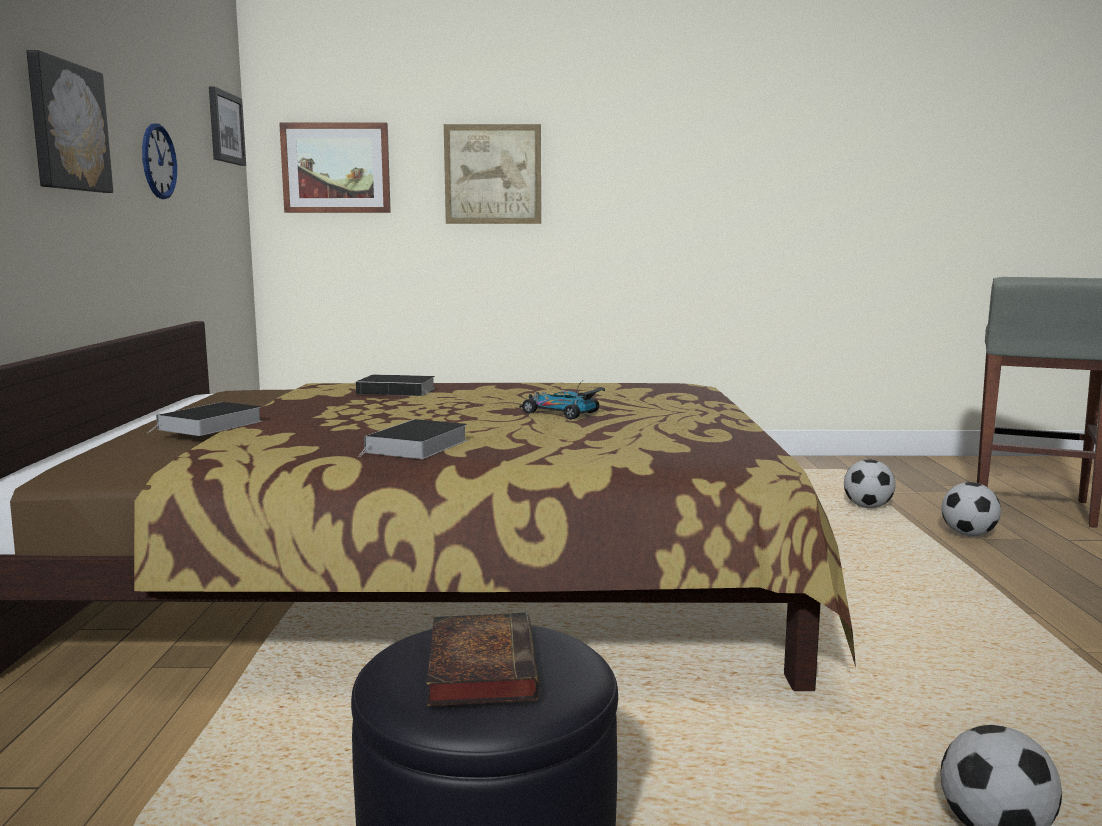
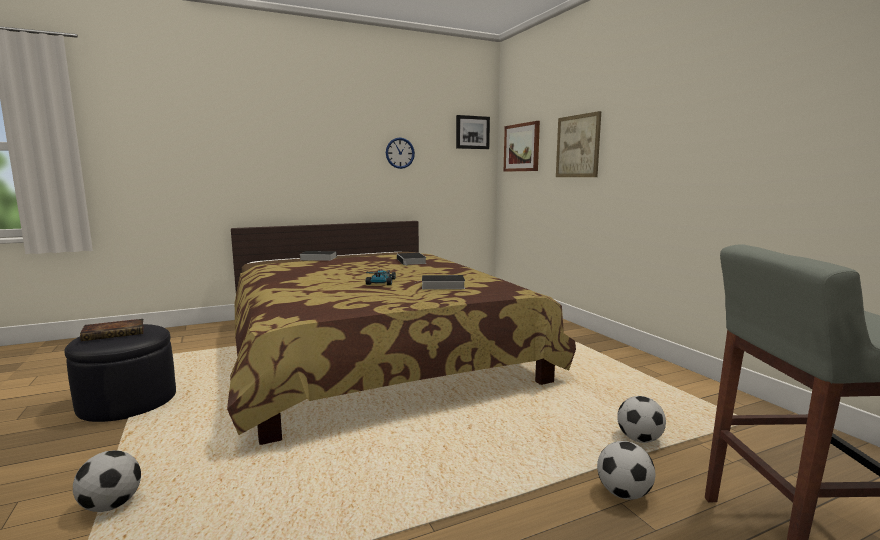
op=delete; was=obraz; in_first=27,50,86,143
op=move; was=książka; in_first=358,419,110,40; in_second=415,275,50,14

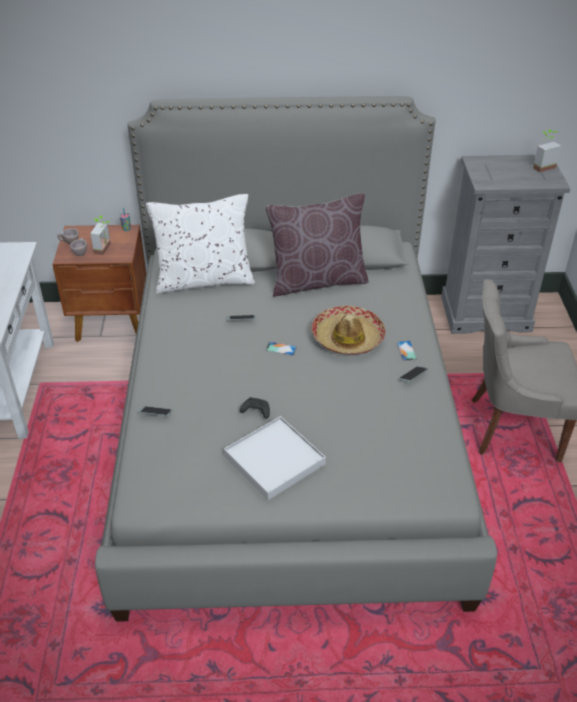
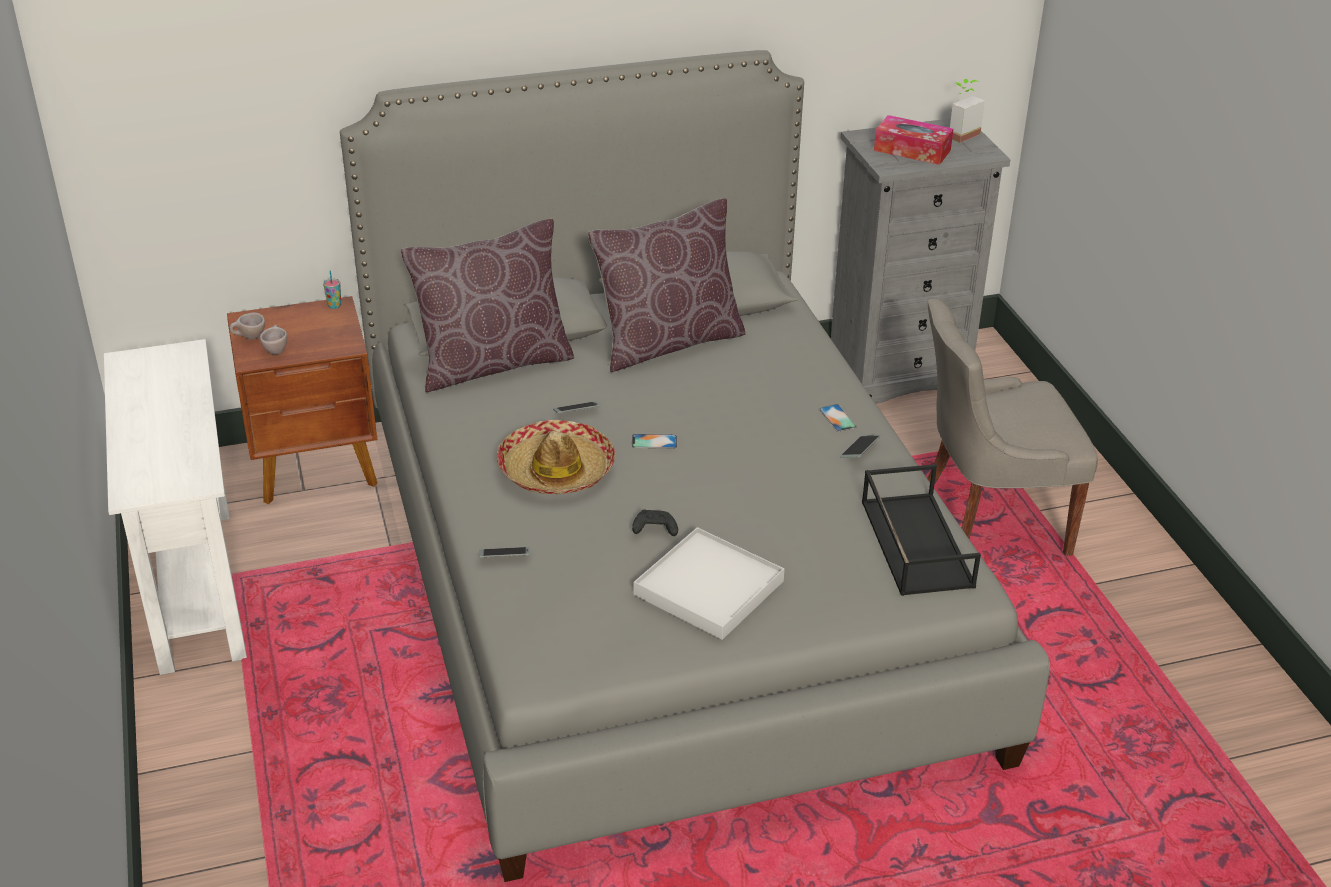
op=delete; was=roślina doniczkowa; in_first=90,216,21,39
op=insert; now=taca (czarny); in_second=862,464,119,132
op=insert; now=pudełko chusteczek; in_second=874,115,79,50
op=move; was=kapelusz; in_first=311,306,75,49; in_second=497,420,118,74
op=recolor; was=poduszka (biały); now=poduszka (brązowy); in_first=146,194,109,99; in_second=401,219,173,173

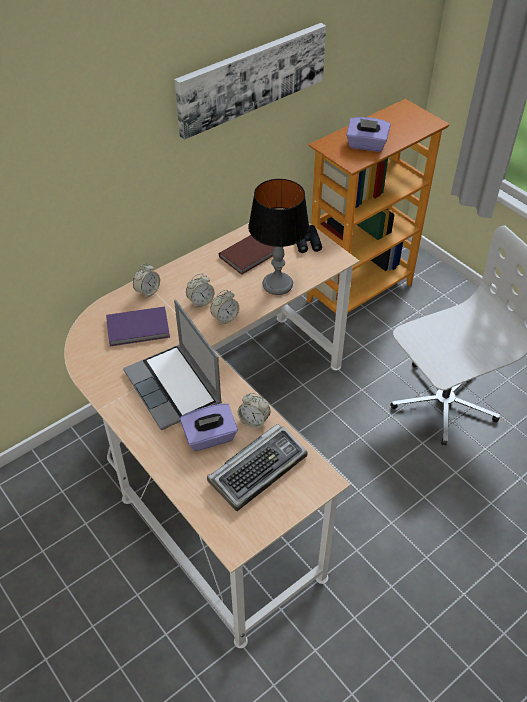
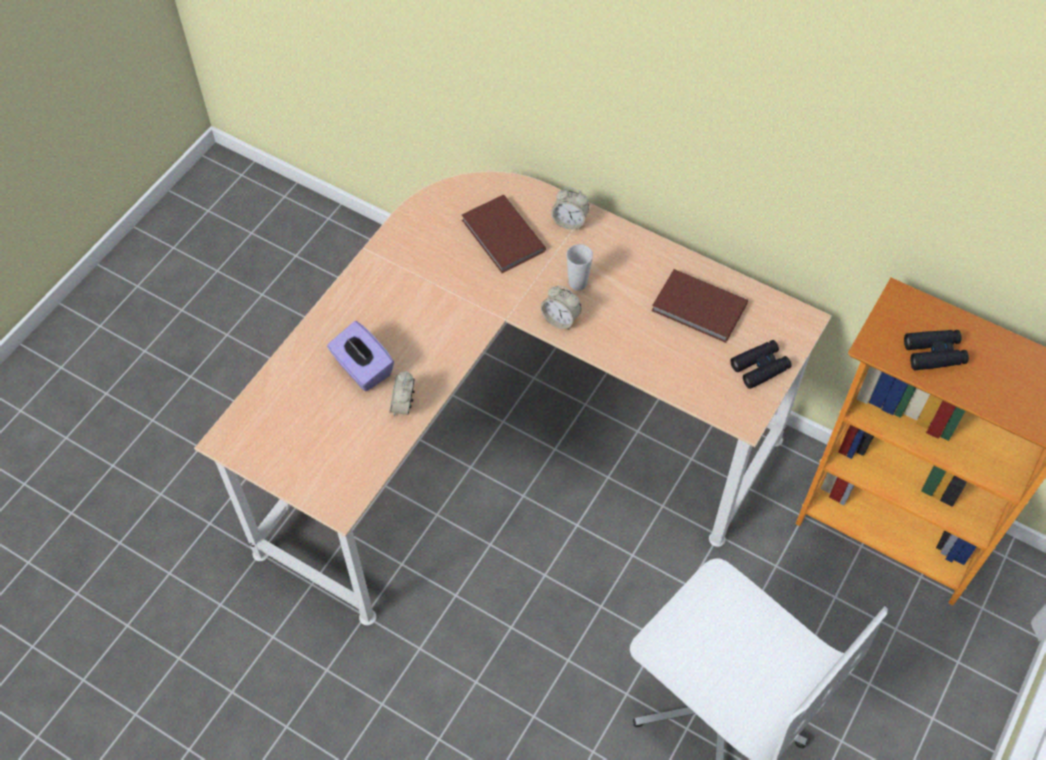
op=delete; was=laptop; in_first=123,300,99,130
op=delete; was=obraz; in_first=174,23,152,117
op=delete; was=klawiatura; in_first=207,424,100,87
op=delete; was=lampa stołowa; in_first=248,179,61,116
op=replace; was=budzik; now=filiżanka; in_first=186,274,29,34; in_second=566,244,27,46
op=replace; was=pudełko chusteczek (fioletowy); now=lornetka (czarny); in_first=346,117,44,35; in_second=904,330,65,40
op=recolor; was=książka (fioletowy); now=książka (brązowy); in_first=106,306,64,40; in_second=462,195,84,78

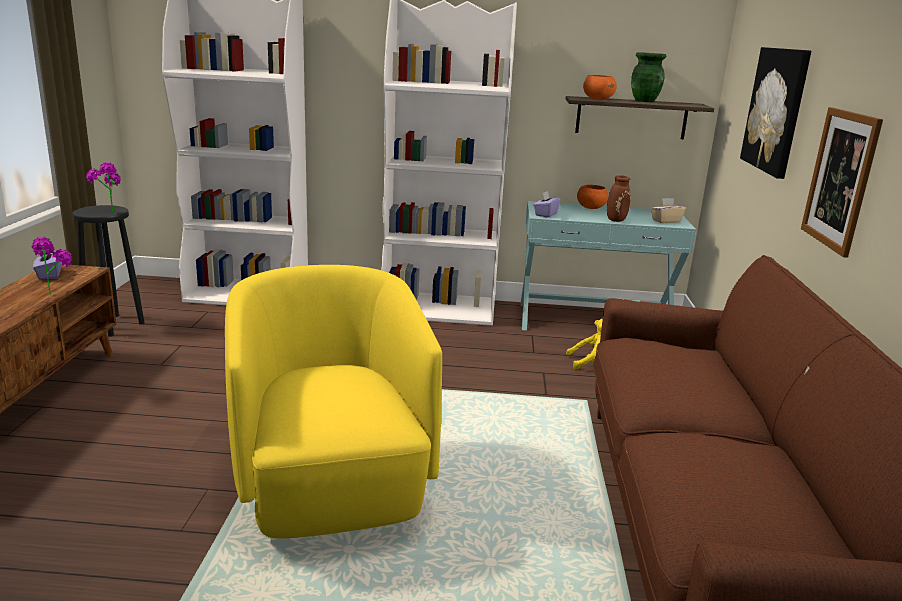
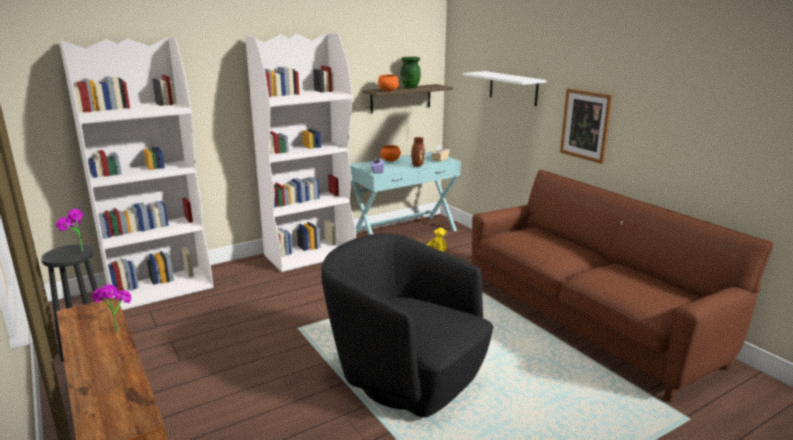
op=delete; was=pudełko chusteczek (fioletowy); in_first=33,250,28,29
op=replace; was=obraz; now=półka (biały); in_first=740,47,72,132; in_second=463,71,83,35
op=recolor; was=fotel (żółty); now=fotel (czarny); in_first=225,265,217,273; in_second=321,233,172,185

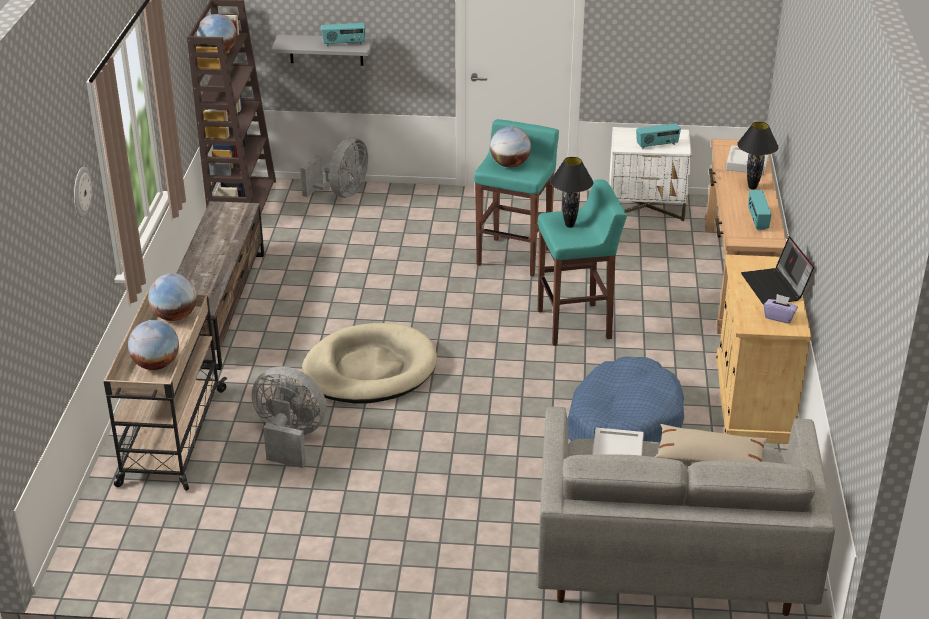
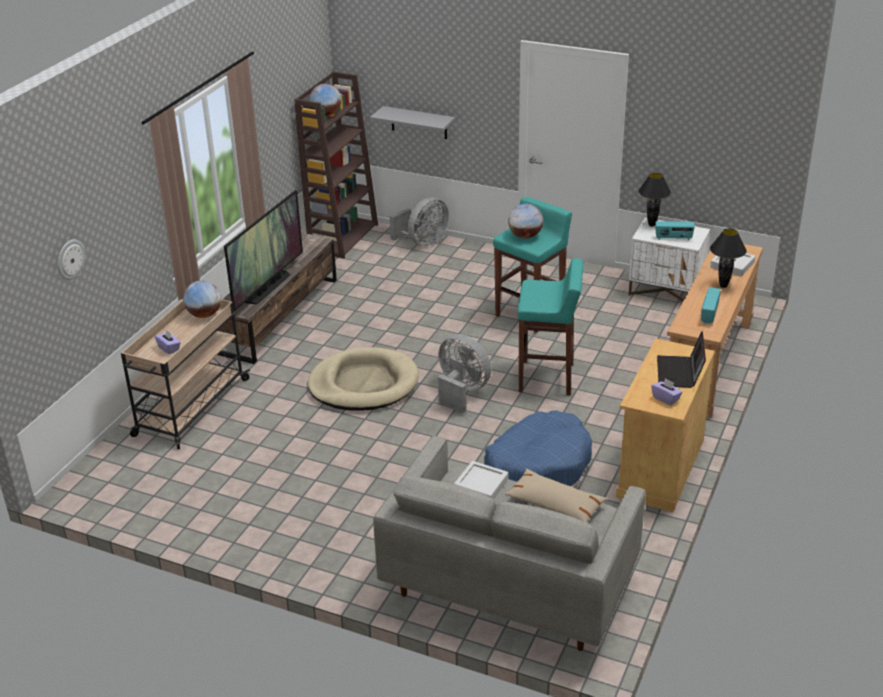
op=delete; was=radio; in_first=321,23,44,23
op=insert; now=telewizor; in_second=224,190,79,121
op=move; was=zegar ścienny; in_first=74,167,18,50; in_second=58,239,27,41
op=move; was=wentylator (szary); in_first=252,366,75,102; in_second=438,334,53,80
op=move; was=lampa stołowa (czarny); in_first=550,157,43,71; in_second=639,173,32,54
op=replace; was=globus; now=pudełko chusteczek (fioletowy); in_first=128,320,51,50; in_second=155,330,26,24

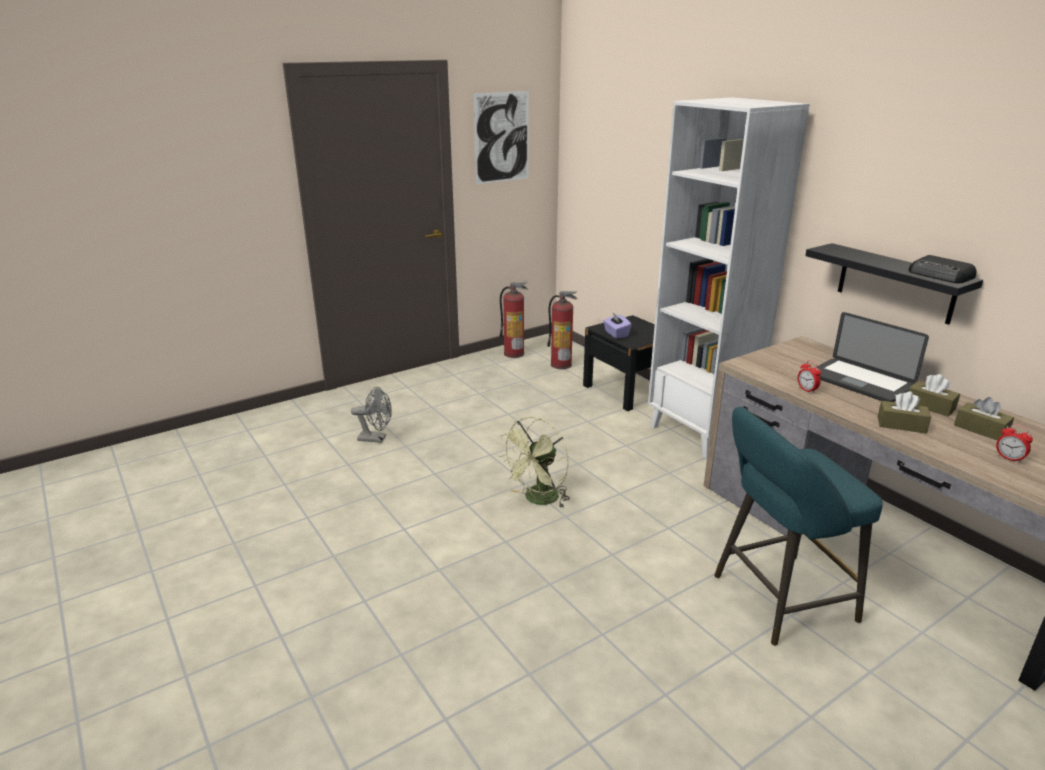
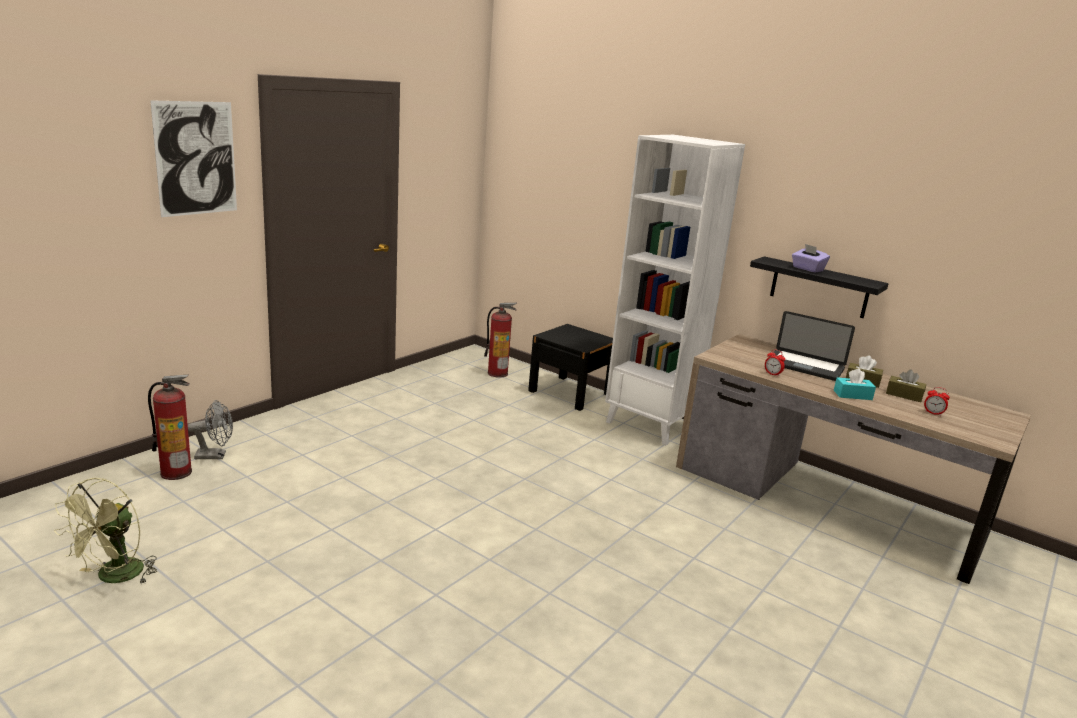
op=delete; was=stołek (turkusowy); in_first=714,407,169,239
op=delete; was=radio; in_first=908,255,69,28
op=move; was=wentylator (szary); in_first=351,387,41,56; in_second=188,400,45,59
op=move; was=obraz; in_first=473,91,56,93; in_second=150,100,87,117
op=move; was=wentylator (zielony); in_first=498,417,72,91; in_second=54,478,103,105
op=move; was=gaśnica; in_first=499,282,29,76; in_second=148,375,44,105
op=move; was=pudełko chusteczek (fioletowy); in_first=603,313,28,26; in_second=792,244,38,28
op=recolor; was=pudełko chusteczek (brązowy); now=pudełko chusteczek (turkusowy); in_first=878,391,53,42; in_second=834,368,42,32

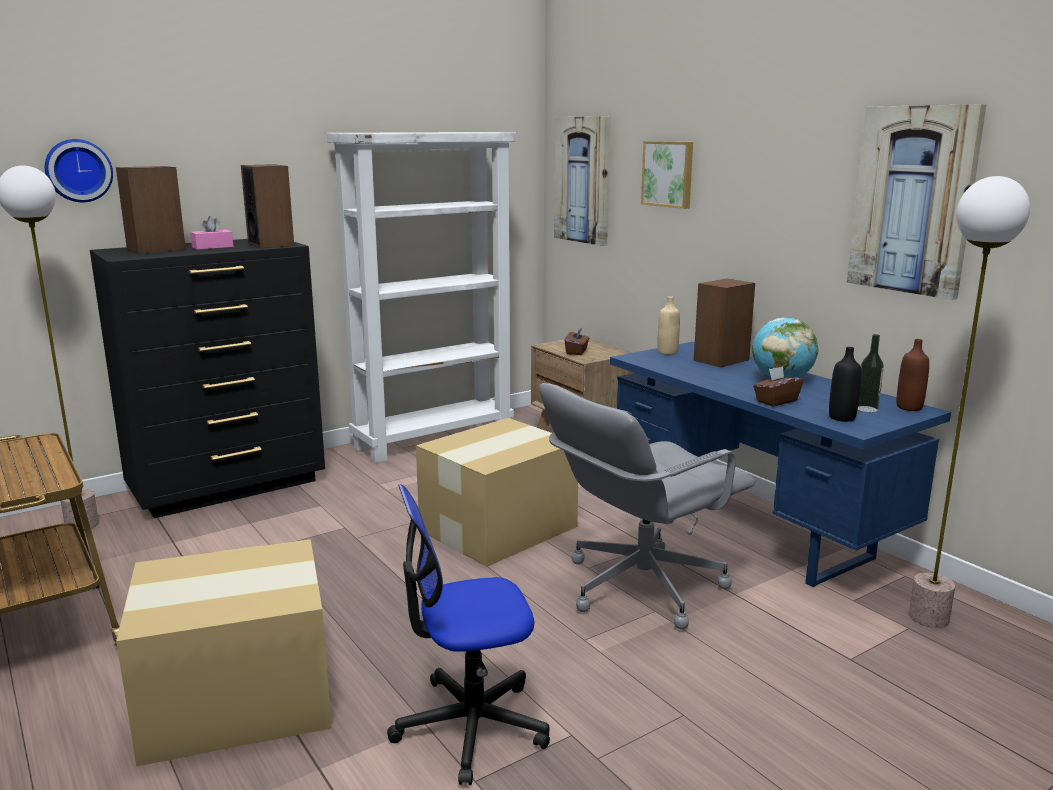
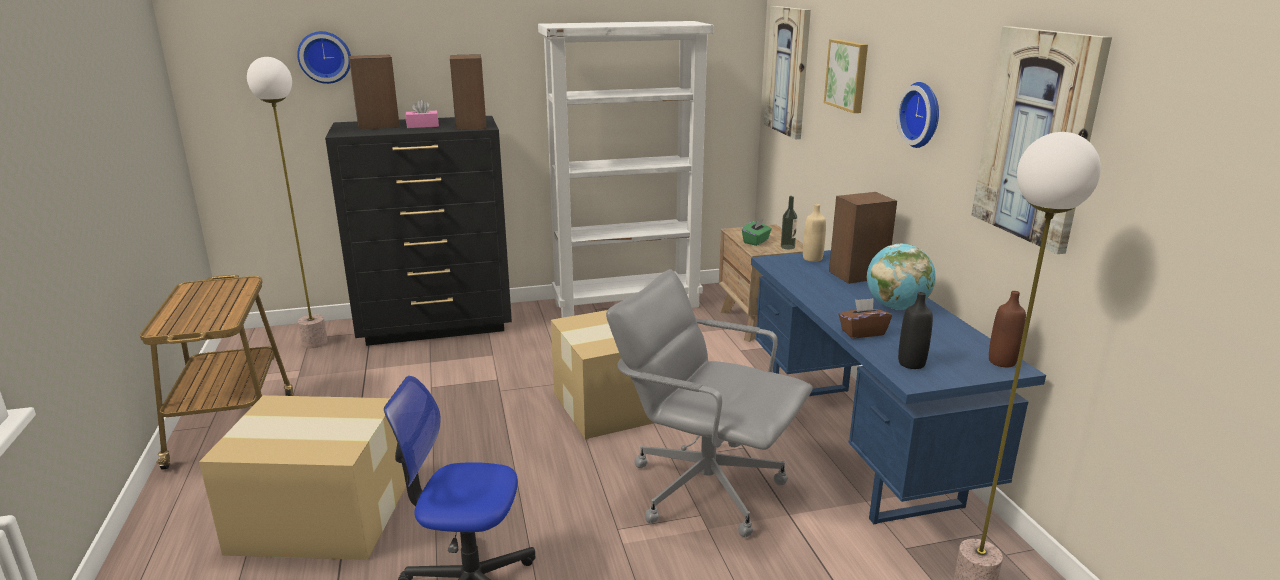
op=insert; now=zegar ścienny; in_second=896,82,43,66
op=move; was=butelka; in_first=858,334,26,79; in_second=781,196,16,53
op=recolor; was=pudełko chusteczek (brązowy); now=pudełko chusteczek (zielony); in_first=565,327,24,28; in_second=742,219,30,27
op=rotate; was=krzesło biurowe (szary); in_first=539,383,216,246; in_second=606,269,207,268; clockwise=45

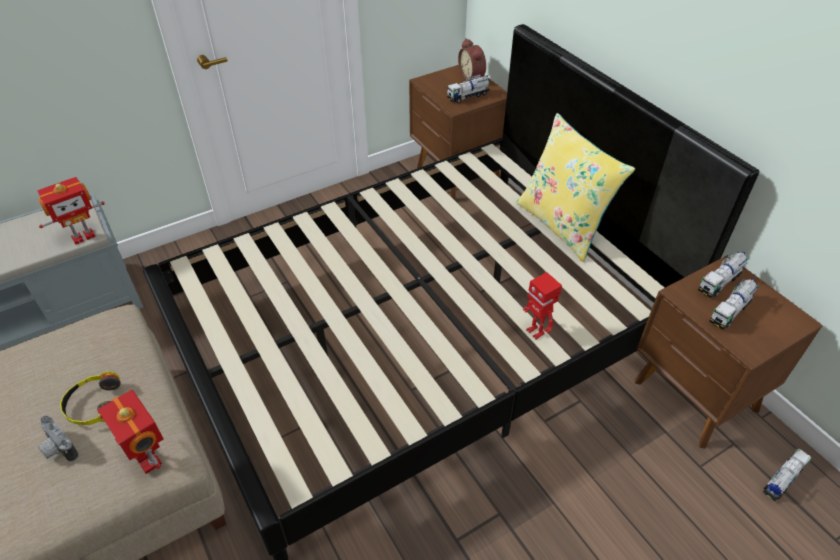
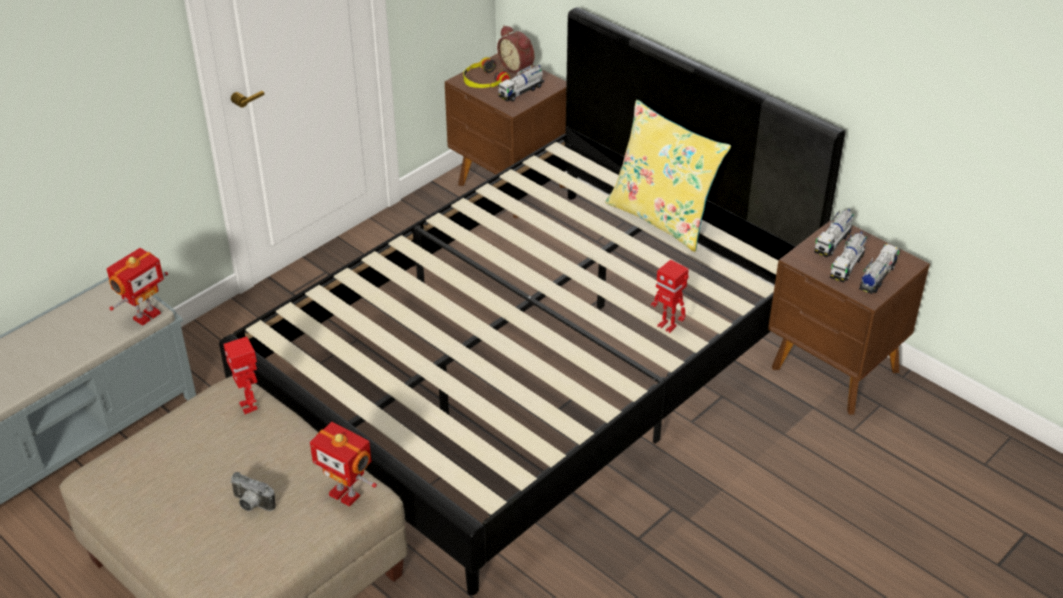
op=insert; now=robot zabawkowy; in_second=223,336,34,78
op=move; was=słuchawki; in_first=60,371,61,54; in_second=463,57,47,31
op=move; was=ciężarówka zabawkowa; in_first=763,448,48,54; in_second=859,244,41,50

